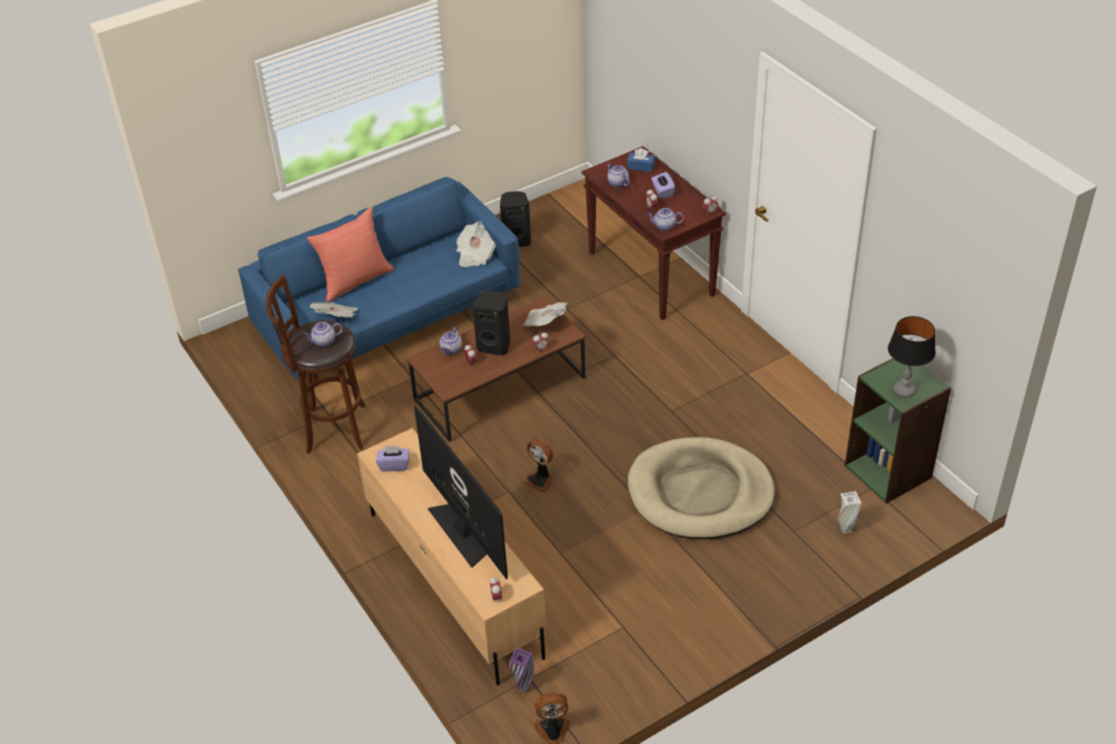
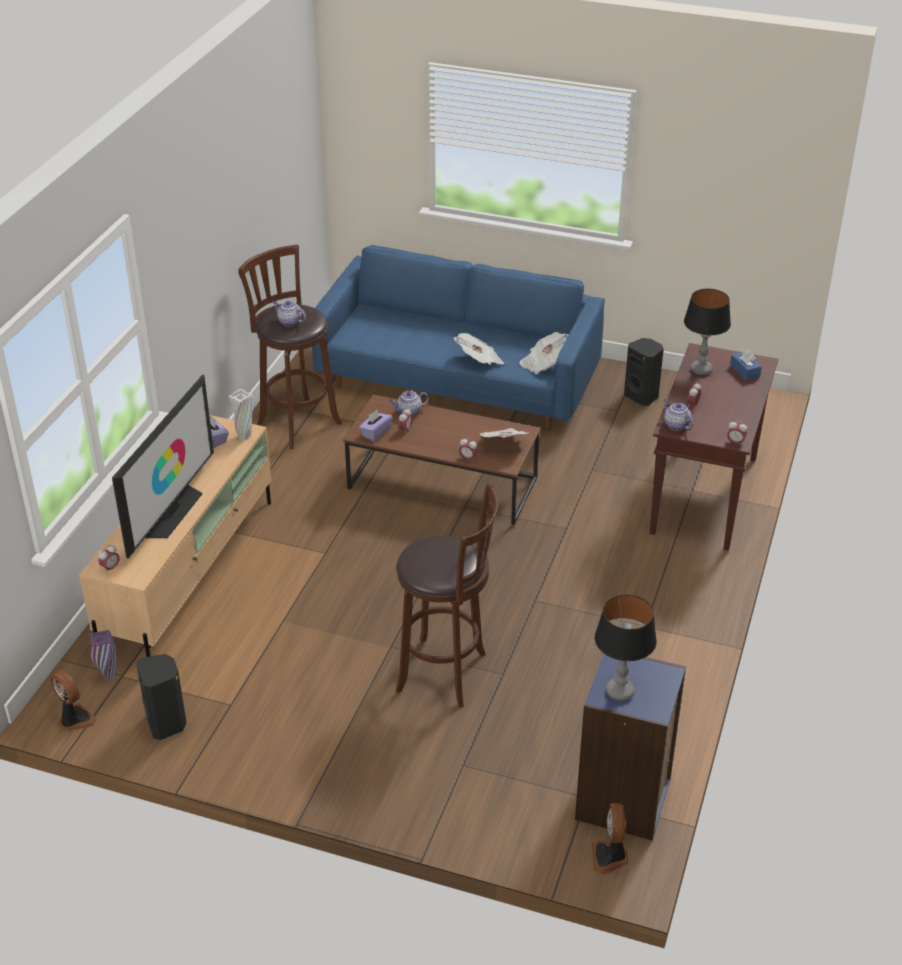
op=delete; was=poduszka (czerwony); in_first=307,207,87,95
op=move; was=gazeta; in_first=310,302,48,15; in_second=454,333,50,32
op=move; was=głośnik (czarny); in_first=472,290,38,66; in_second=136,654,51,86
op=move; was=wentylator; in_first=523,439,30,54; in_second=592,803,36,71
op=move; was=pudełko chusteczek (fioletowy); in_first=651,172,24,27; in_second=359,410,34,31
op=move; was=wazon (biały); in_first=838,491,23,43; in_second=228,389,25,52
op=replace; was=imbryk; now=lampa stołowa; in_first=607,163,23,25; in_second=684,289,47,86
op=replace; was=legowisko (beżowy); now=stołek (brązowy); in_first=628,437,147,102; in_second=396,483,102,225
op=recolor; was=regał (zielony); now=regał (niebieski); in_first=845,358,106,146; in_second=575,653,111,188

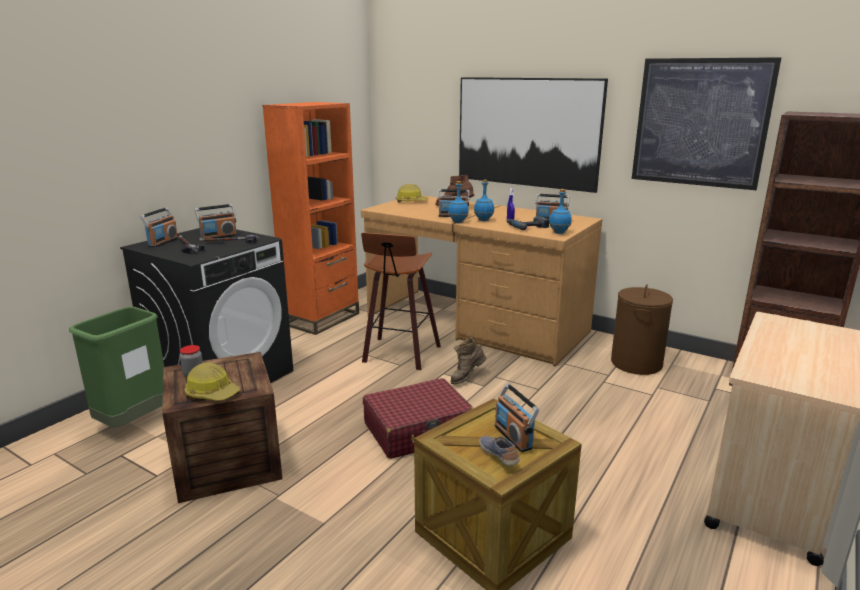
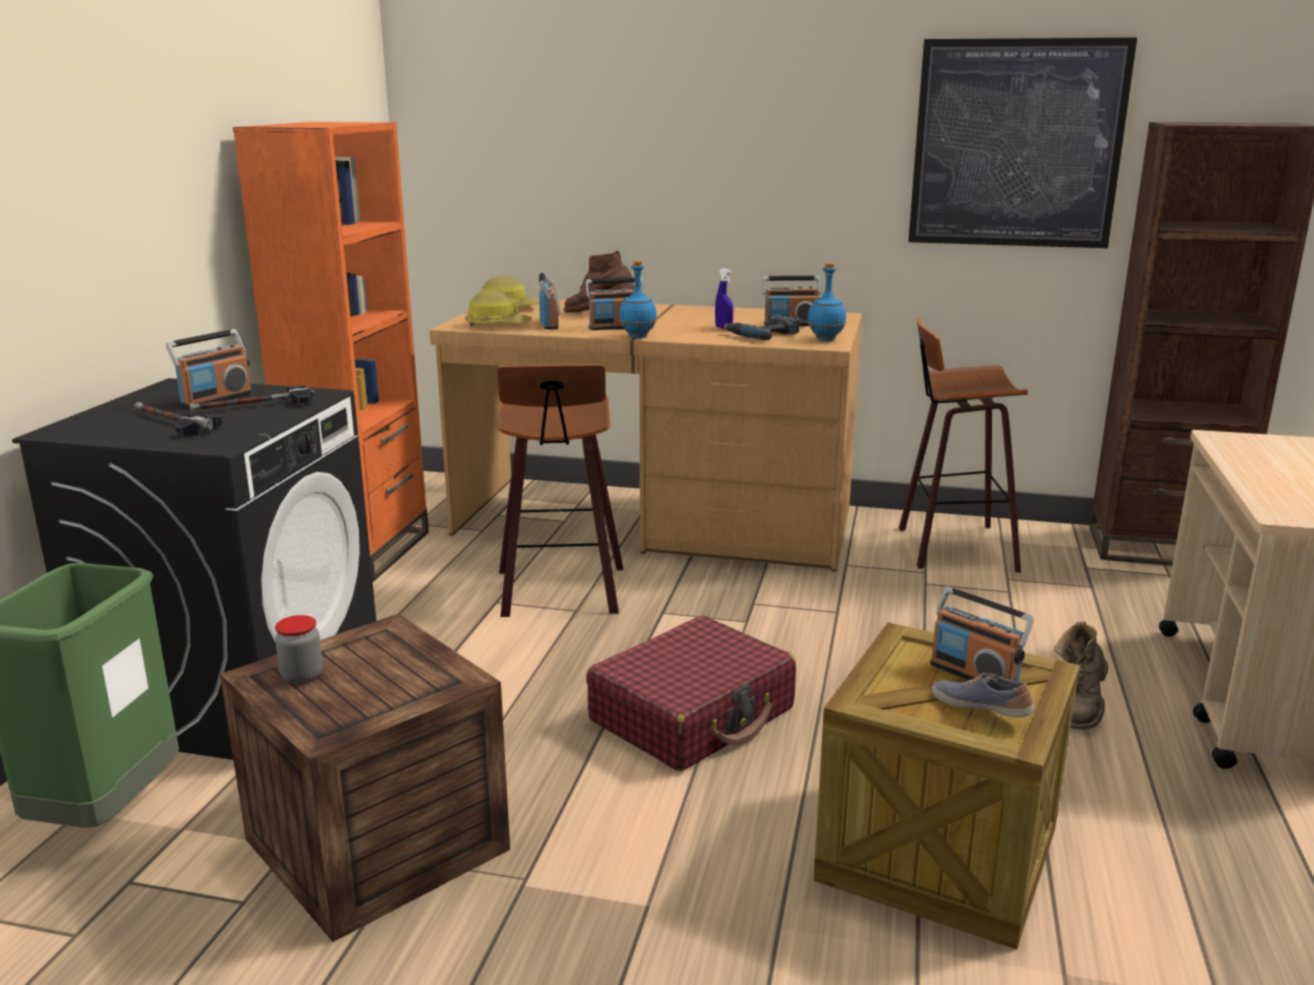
op=delete; was=obraz; in_first=459,77,149,116
op=delete; was=butelka (niebieski); in_first=474,180,20,41
op=move; was=radio; in_first=140,207,38,40; in_second=539,272,21,57
op=move; was=kask; in_first=184,362,56,39; in_second=465,289,67,37
op=move; was=but z cholewką (brązowy); in_first=450,337,36,47; in_second=1054,621,54,108
op=replace; was=kosz na pranie (brązowy); now=stołek; in_first=611,284,62,91; in_second=899,318,129,255

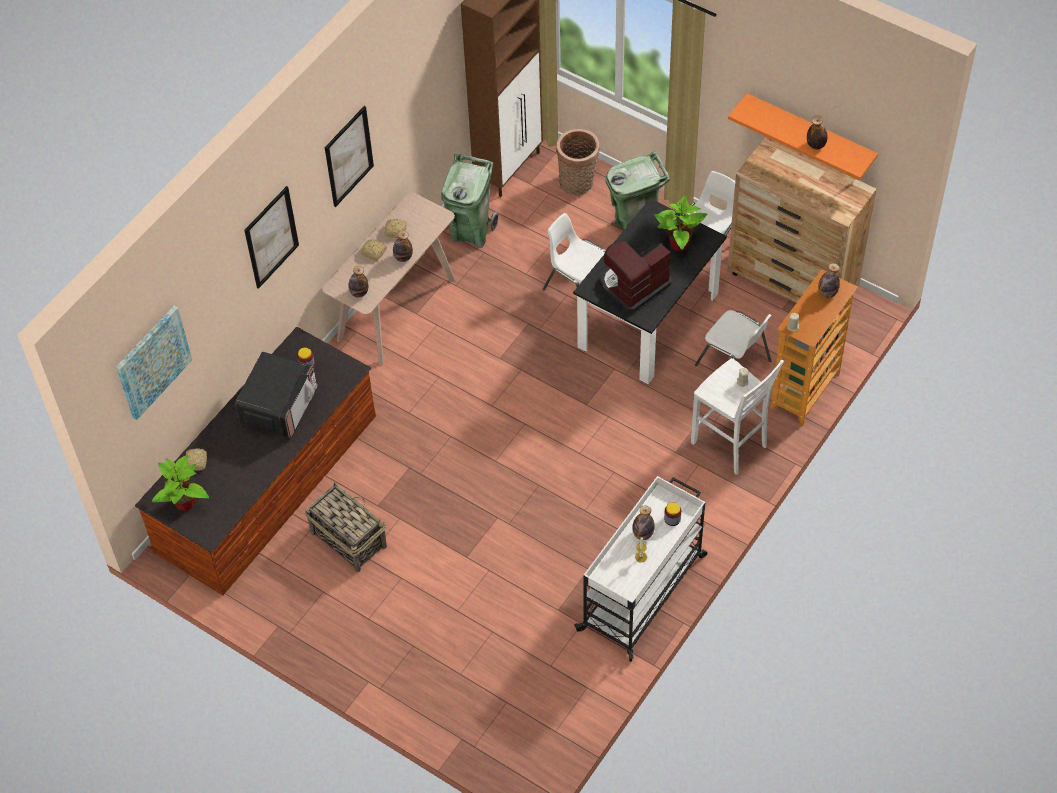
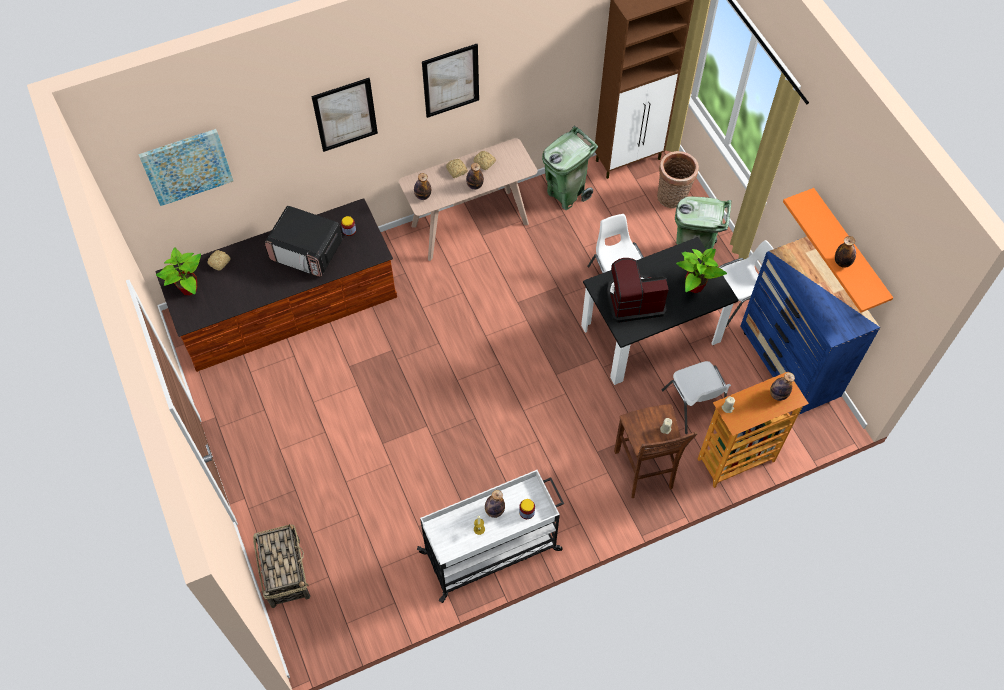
op=move; was=koszyk; in_first=305,482,82,91; in_second=253,524,57,84
op=recolor; was=stołek (biały); now=stołek (brązowy); in_first=691,358,93,117; in_second=614,404,84,94
op=recolor; was=komoda (brązowy); now=komoda (niebieski); in_first=727,137,150,166; in_second=740,236,140,178
op=rotate; was=mikrofalówka; in_first=235,352,82,86; in_second=264,206,78,71; clockwise=60

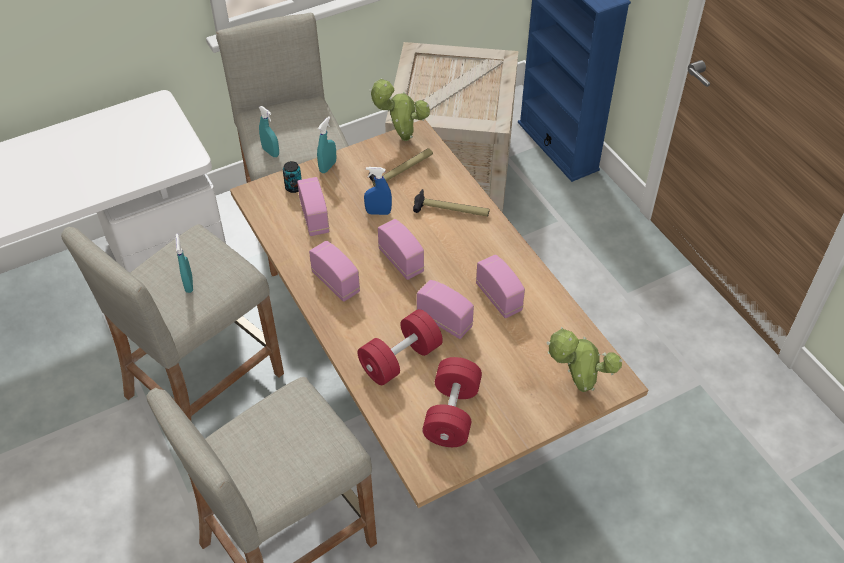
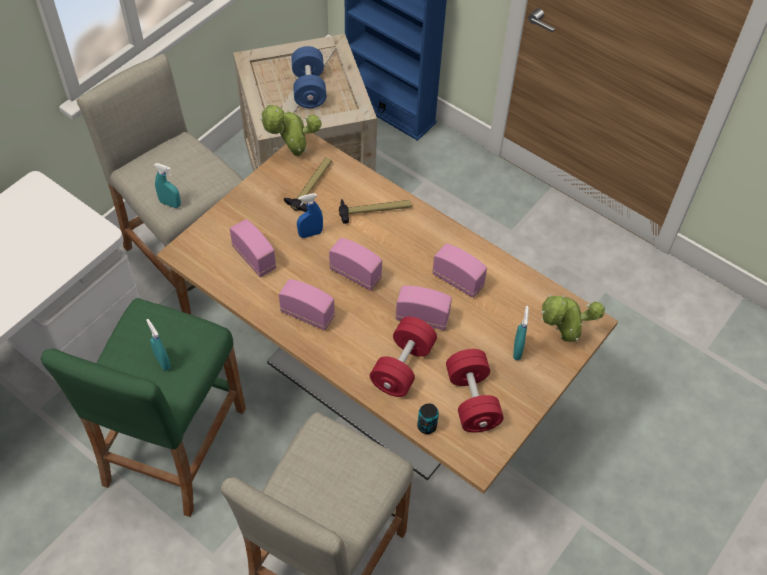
op=insert; now=hantel (niebieski); in_second=291,46,35,62
op=move; was=puszka; in_first=283,161,19,32; in_second=417,403,22,31
op=move; was=spryskiwacz (turkusowy); in_first=317,116,20,57; in_second=513,306,16,54
op=recolor; was=stołek (beżowy); now=stołek (zielony); in_first=61,224,223,197; in_second=41,298,205,219

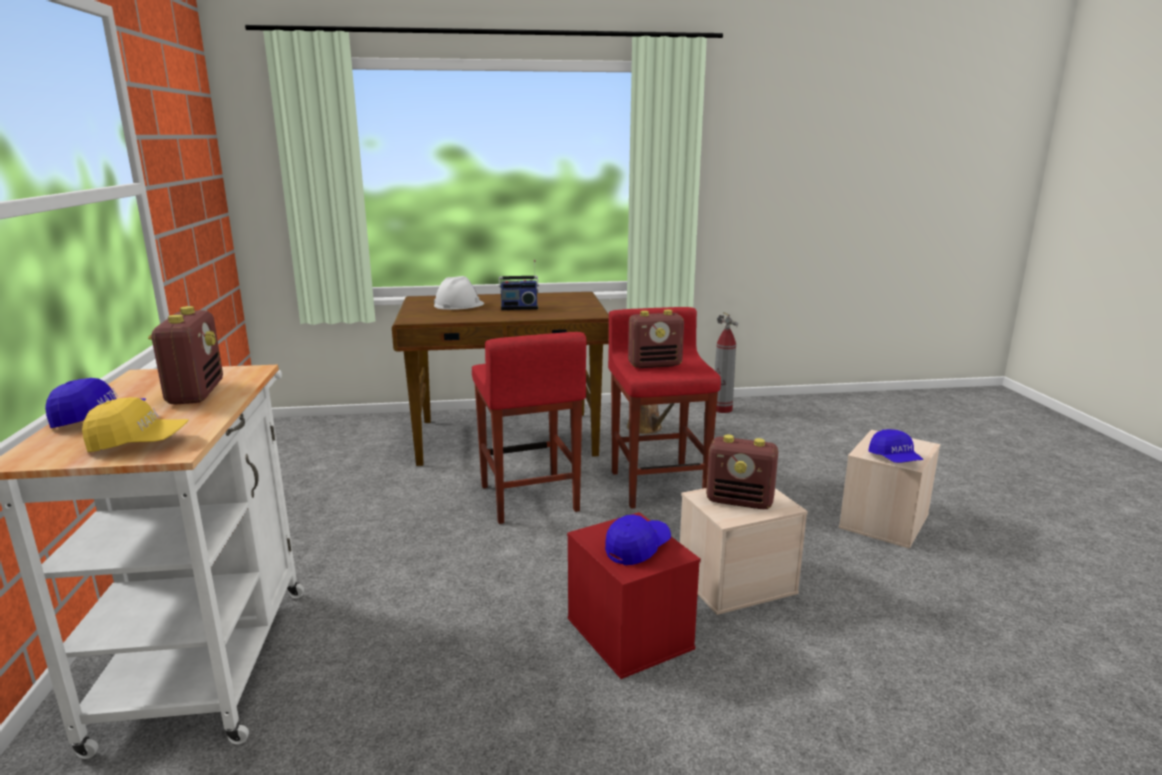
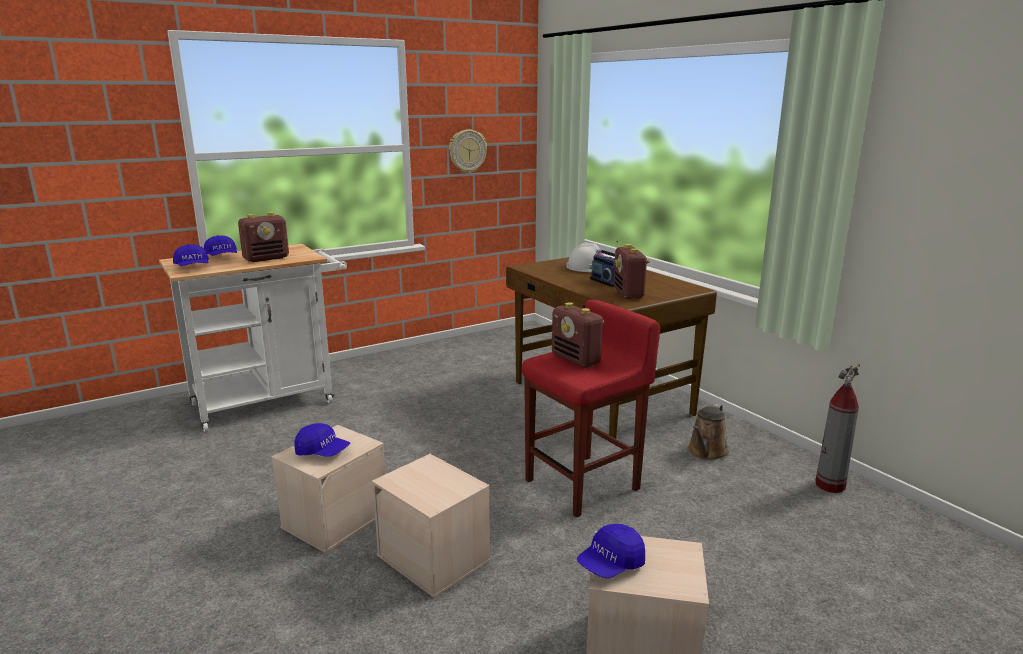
op=delete; was=stołek (czerwony); in_first=472,332,115,192
op=insert; now=zegar ścienny; in_second=449,129,38,45
op=move; was=radio; in_first=706,435,72,74; in_second=614,244,36,55
op=recolor; was=czapka z daszkiem (żółty); now=czapka z daszkiem (niebieski); in_first=82,397,107,55; in_second=173,244,36,22
op=recolor; was=pojemnik do przechowywania (czerwony); now=pojemnik do przechowywania (beżowy); in_first=567,512,134,167; in_second=271,425,114,128

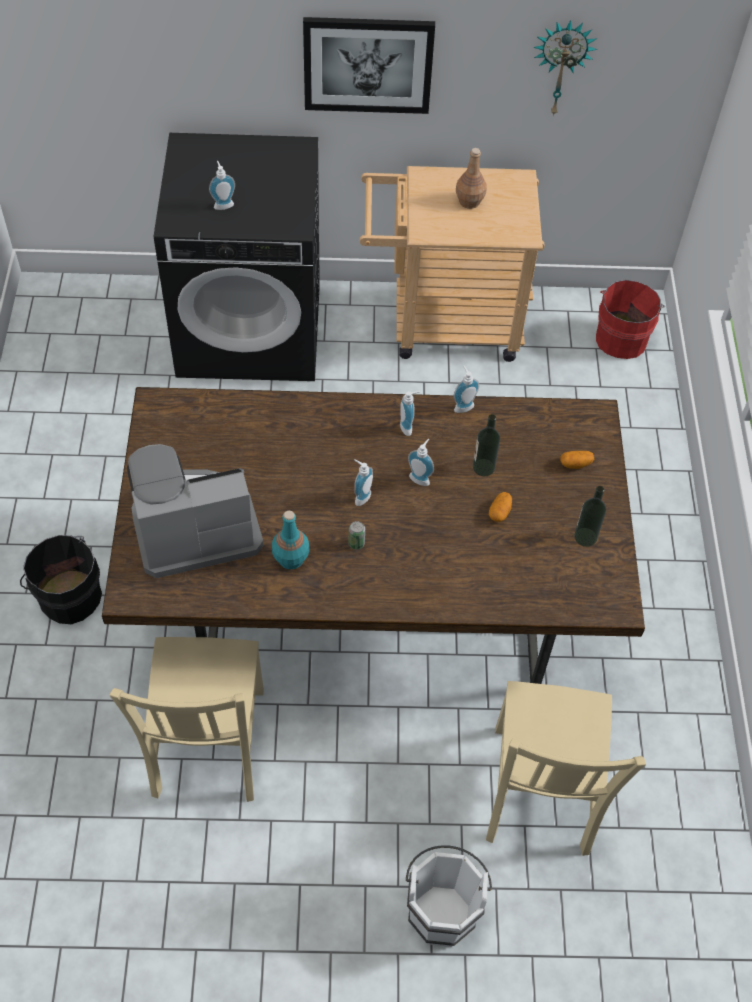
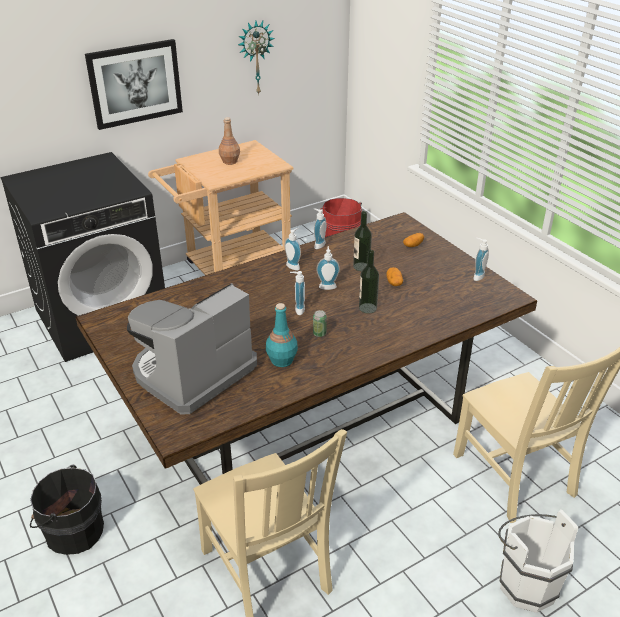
op=move; was=dozownik mydła; in_first=209,161,26,49; in_second=473,238,16,43
op=move; was=butelka; in_first=574,486,32,61; in_second=359,250,20,64

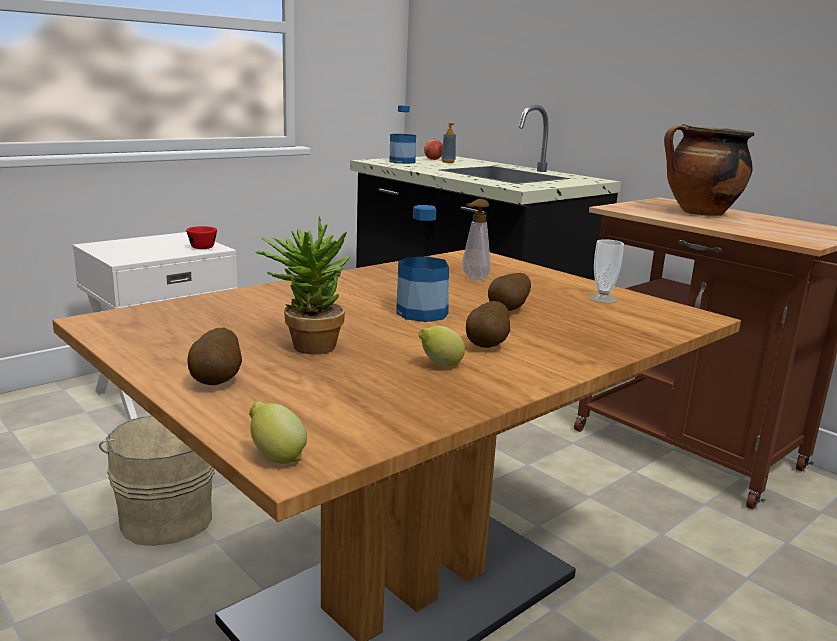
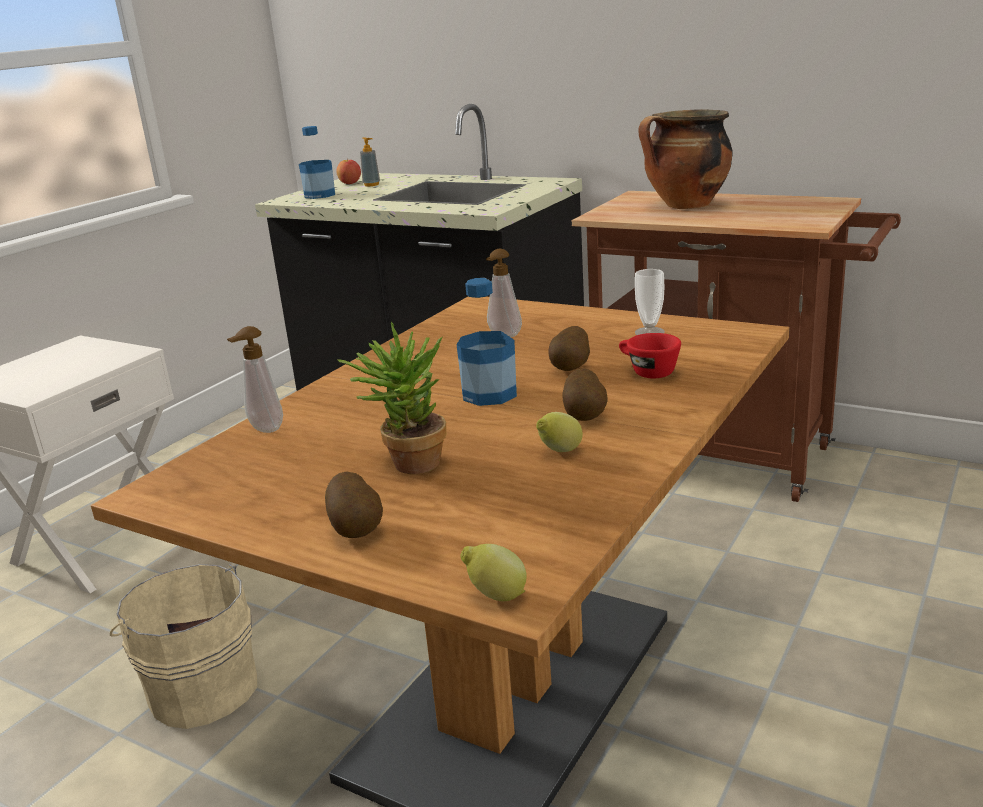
op=insert; now=dozownik mydła; in_second=227,326,56,107
op=move; was=filiżanka (czerwony); in_first=186,226,31,23; in_second=619,333,62,45

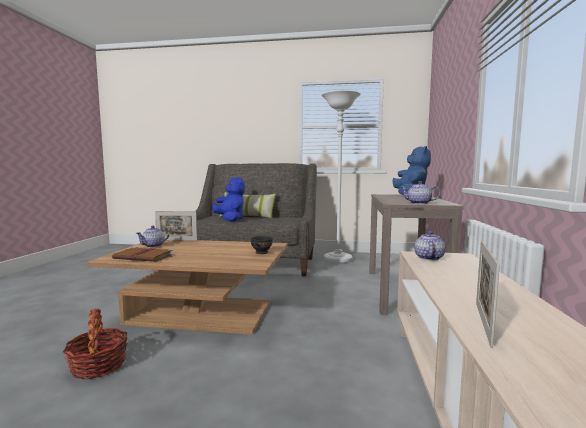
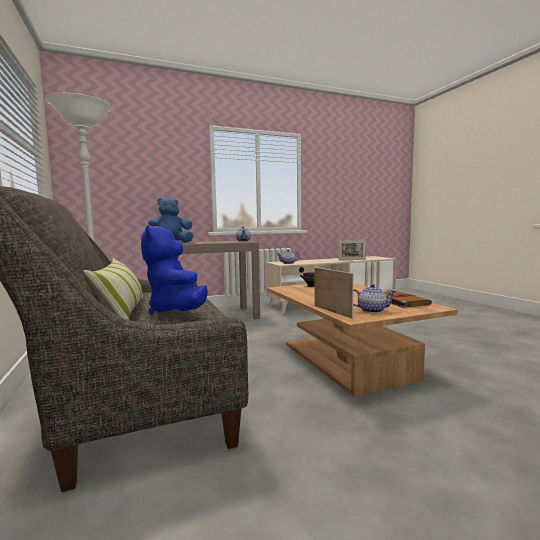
op=delete; was=koszyk; in_first=63,309,65,70
op=rotate; was=pluszak (niebieski); in_first=212,177,33,45; in_second=141,225,67,90; clockwise=-45

